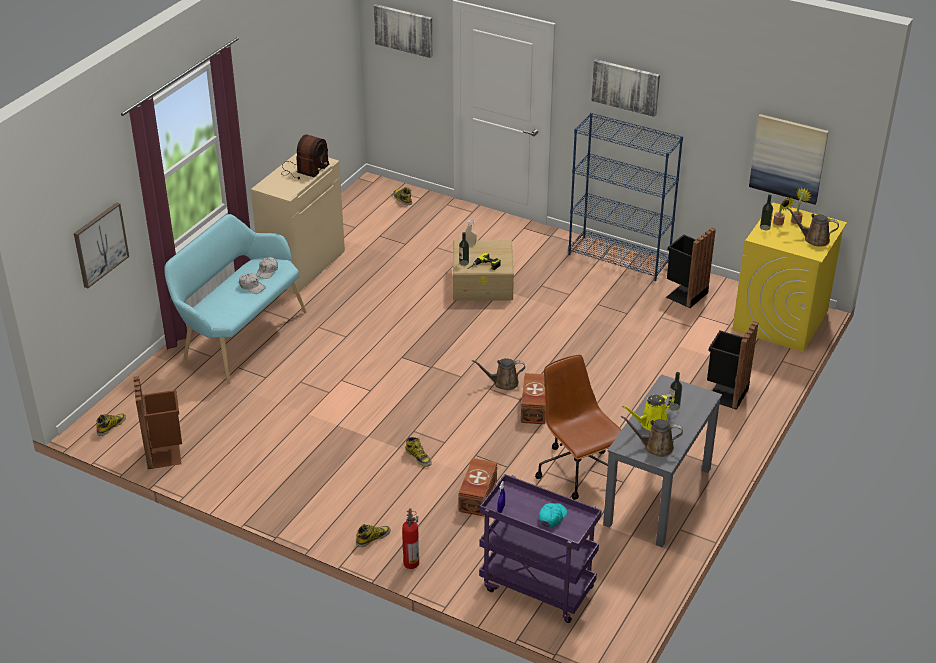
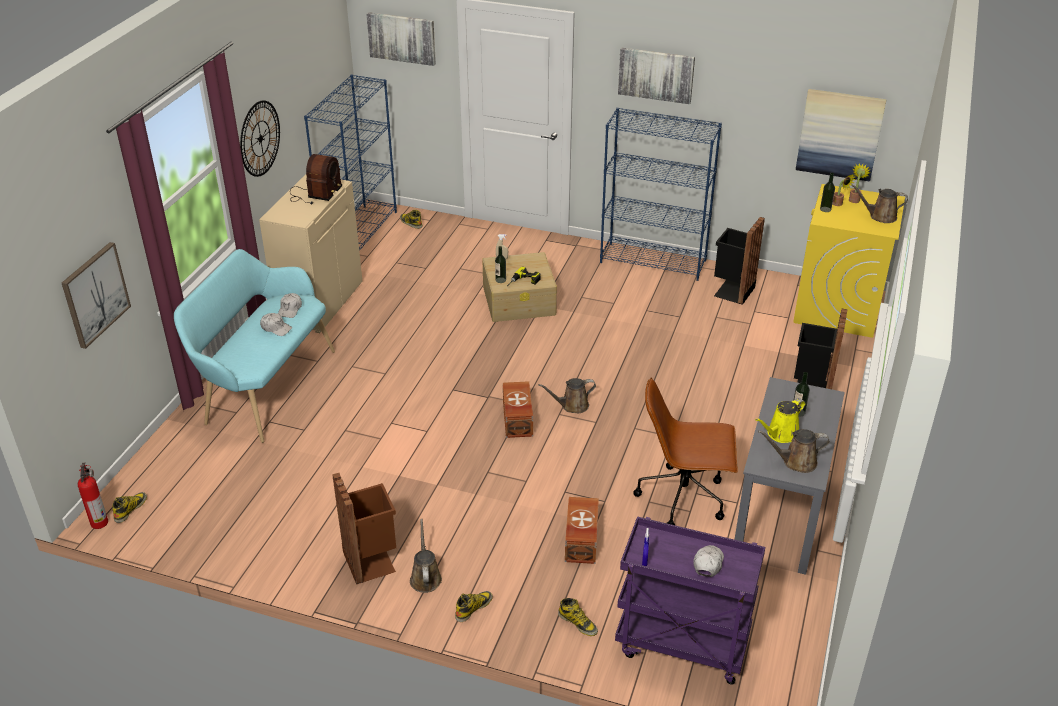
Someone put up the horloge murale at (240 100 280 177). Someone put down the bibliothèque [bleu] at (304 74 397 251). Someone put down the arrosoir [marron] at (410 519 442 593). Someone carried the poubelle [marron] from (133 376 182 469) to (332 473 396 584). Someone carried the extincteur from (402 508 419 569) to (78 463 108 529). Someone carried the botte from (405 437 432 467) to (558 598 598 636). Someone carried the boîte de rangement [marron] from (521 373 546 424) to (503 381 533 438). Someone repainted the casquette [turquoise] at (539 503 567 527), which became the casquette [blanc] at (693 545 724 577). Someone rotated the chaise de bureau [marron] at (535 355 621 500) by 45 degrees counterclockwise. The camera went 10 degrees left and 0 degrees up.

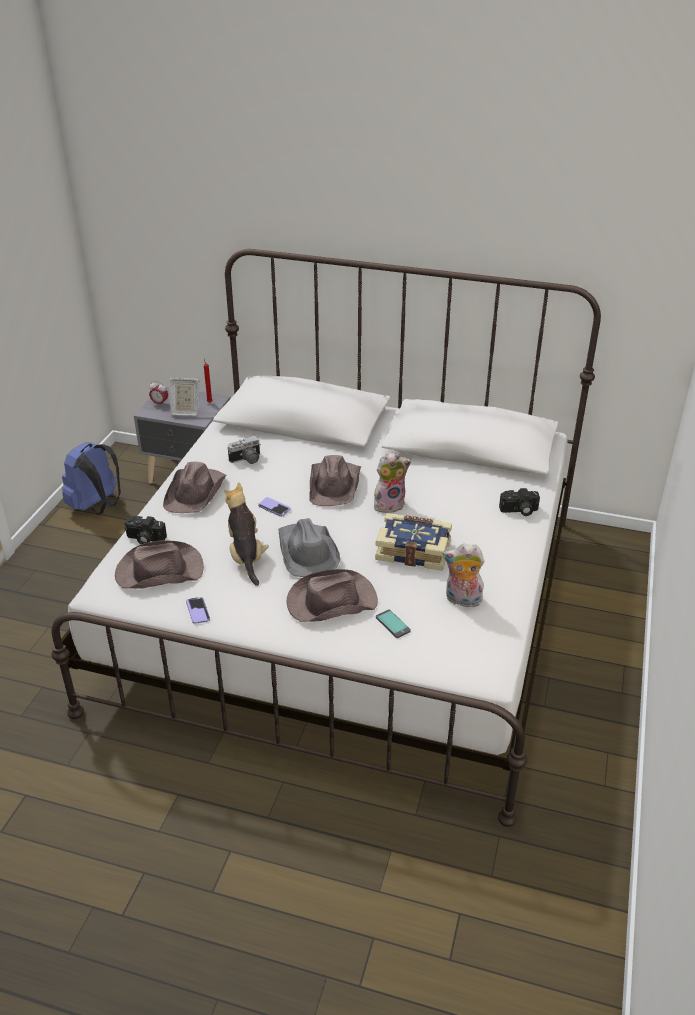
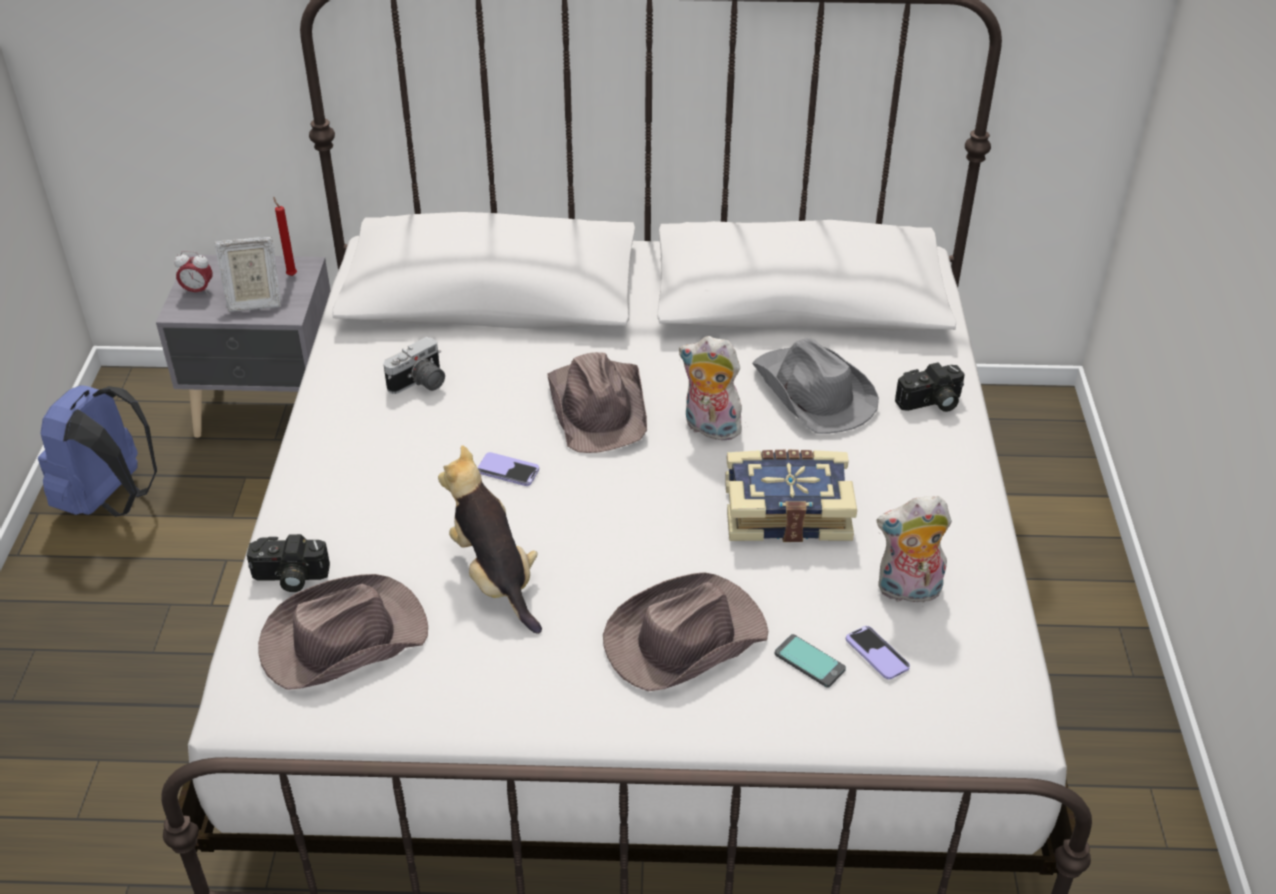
Someone took away the chapeau [marron] at (163 462 227 513). Someone carried the téléphone from (186 597 210 624) to (846 626 910 679). Someone carried the chapeau [gris] from (278 518 340 577) to (752 338 879 434). Someone rotated the peluche at (374 452 411 513) by 120 degrees counterclockwise. The camera went 15 degrees left and 5 degrees up.

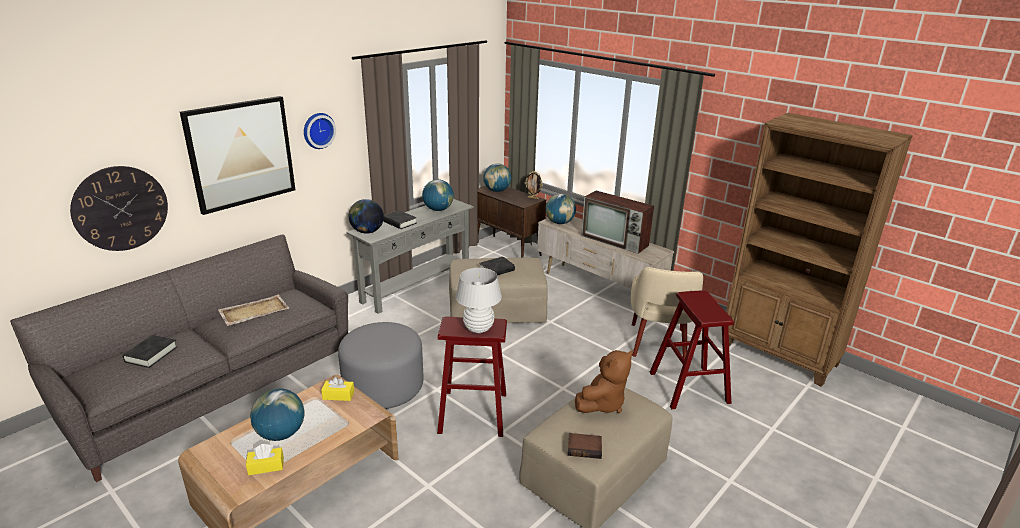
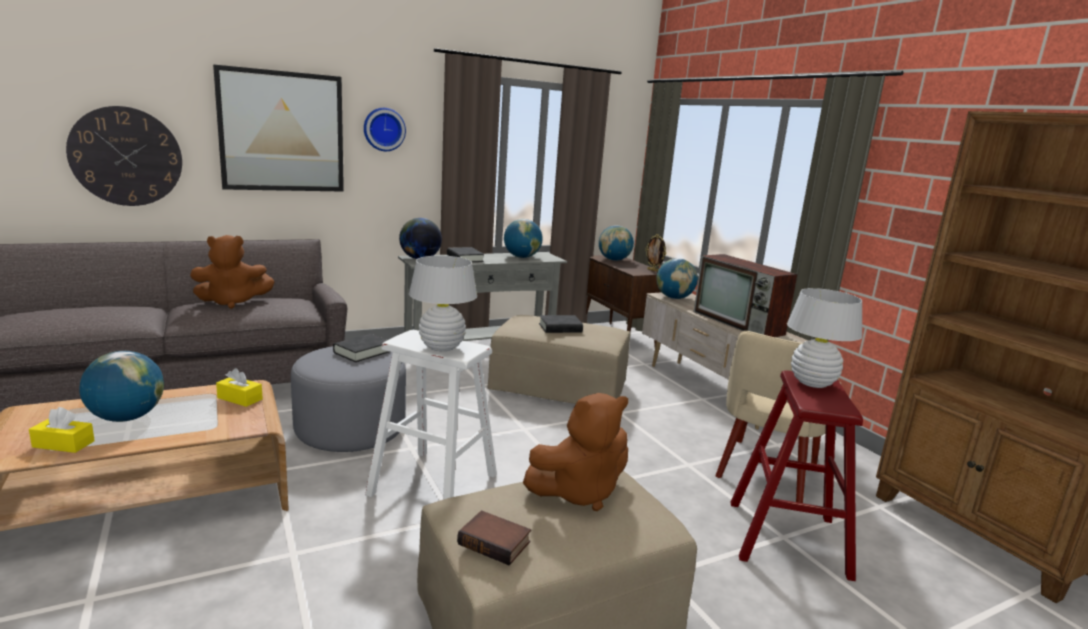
Someone put down the lampe de table [blanc] at (787 288 862 388). Someone carried the livre [noir] from (122 335 177 368) to (333 334 389 362). Someone swapped the plateau [beige] at (218 294 289 326) for the peluche [marron] at (190 235 275 309). Someone repainted the tabouret [rouge] at (437 317 507 437), which became the tabouret [blanc] at (365 330 497 500). The camera went 20 degrees right and 10 degrees down.

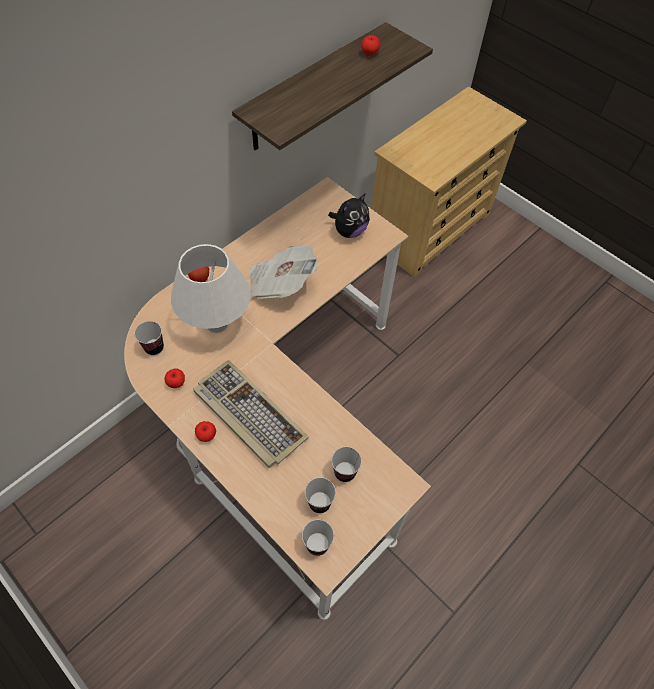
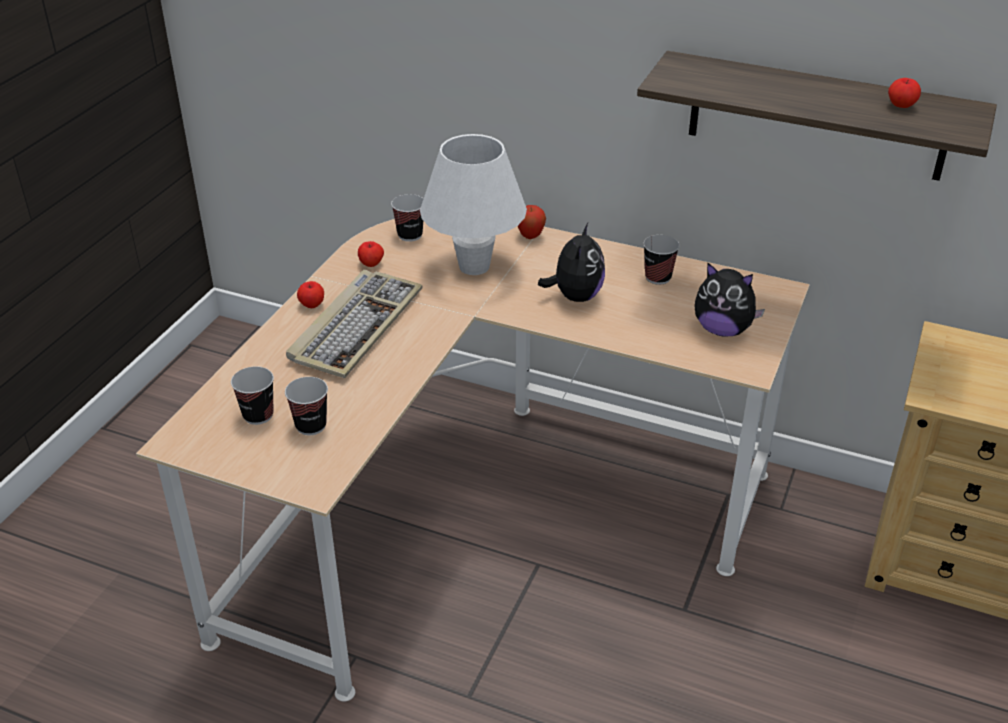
Someone carried the tasse from (302 519 334 556) to (643 235 680 285). Someone swapped the journal at (250 245 318 299) for the peluche at (538 223 605 302). The camera went 70 degrees right and 20 degrees down.

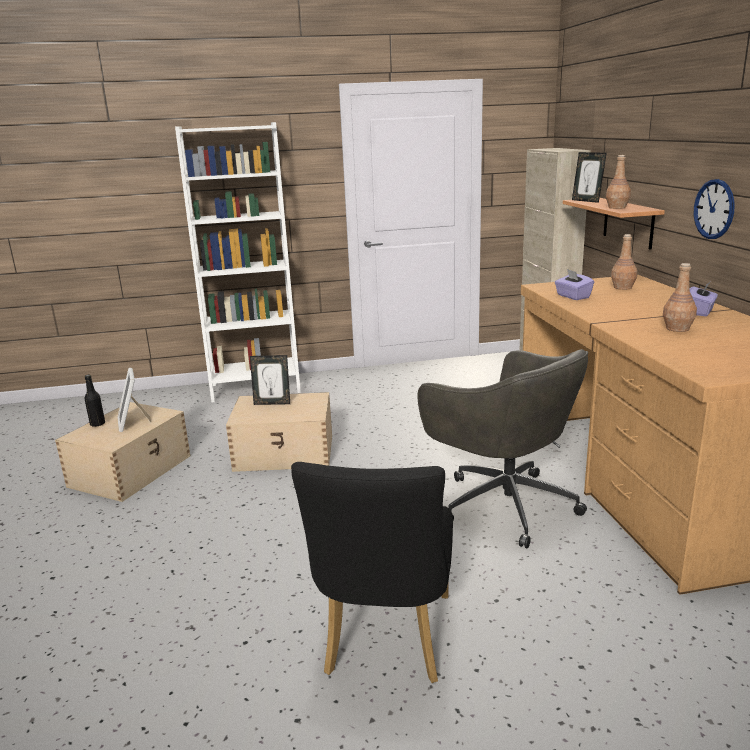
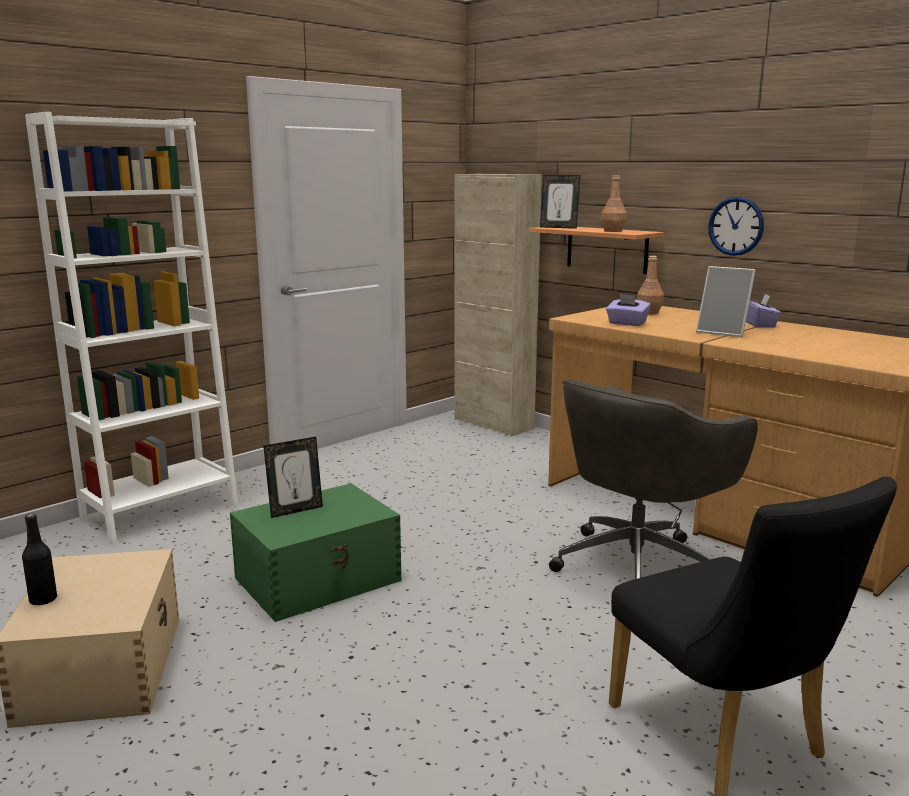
Someone took away the bouteille [marron] at (663 263 697 332). Someone carried the cadre photo from (118 368 151 432) to (696 266 756 337). Someone repainted the boîte de rangement [beige] at (226 392 332 472), which became the boîte de rangement [vert] at (230 483 402 622). Someone rotated the chaise de bureau [gris] at (418 349 588 548) by 120 degrees clockwise. The camera went 35 degrees left and 5 degrees down.

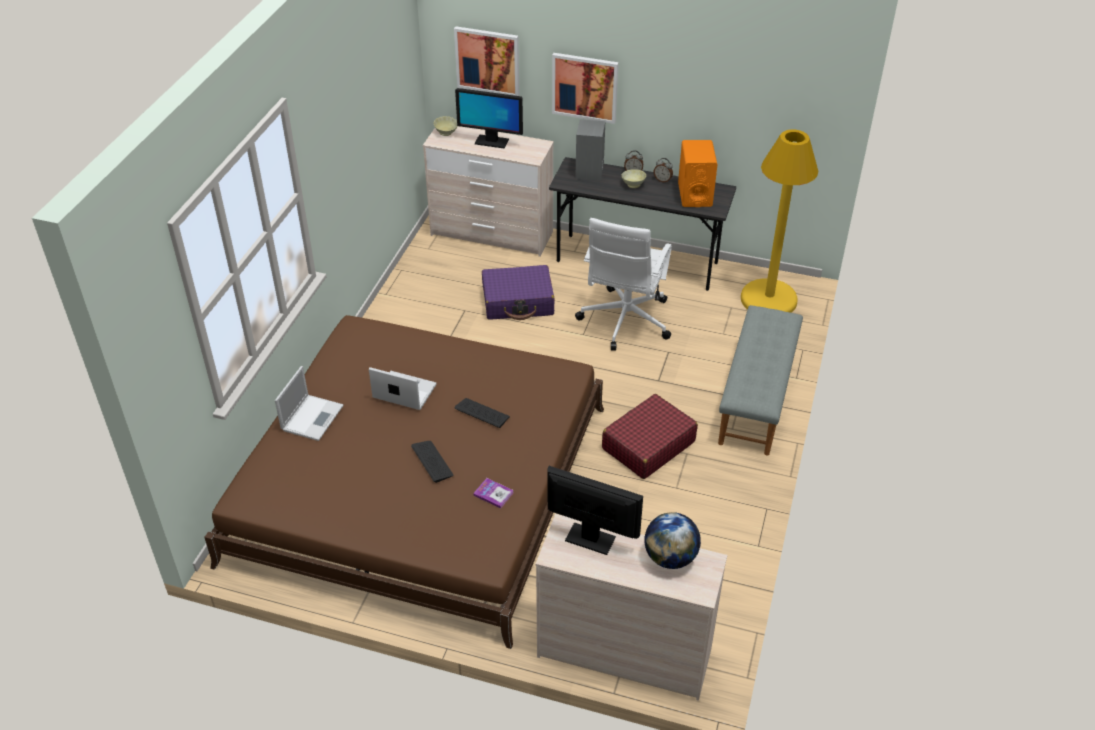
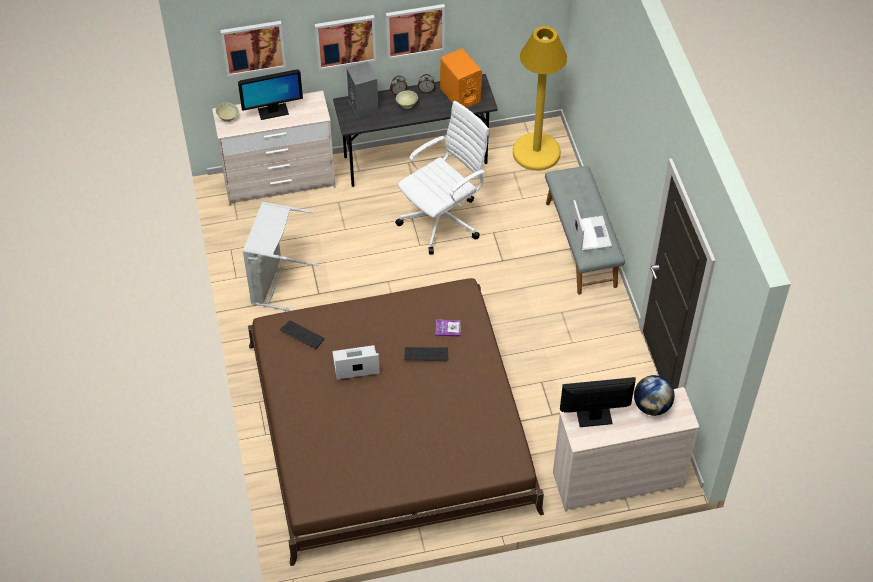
Someone took away the valise [violet] at (482 265 554 320). Someone took away the valise [rouge] at (602 394 698 479). Someone put down the panier à linge [gris] at (243 202 319 311). Someone put up the tableau at (386 4 445 59). Someone carried the ordinateur portable from (275 366 344 441) to (571 200 612 251). Someone carried the clavier from (411 441 454 483) to (280 321 325 349). Someone carried the livre from (473 478 514 508) to (436 320 461 337). Someone rotated the chaise de bureau [blanc] at (575 218 672 351) by 120 degrees counterclockwise. The camera went 30 degrees left and 10 degrees up.

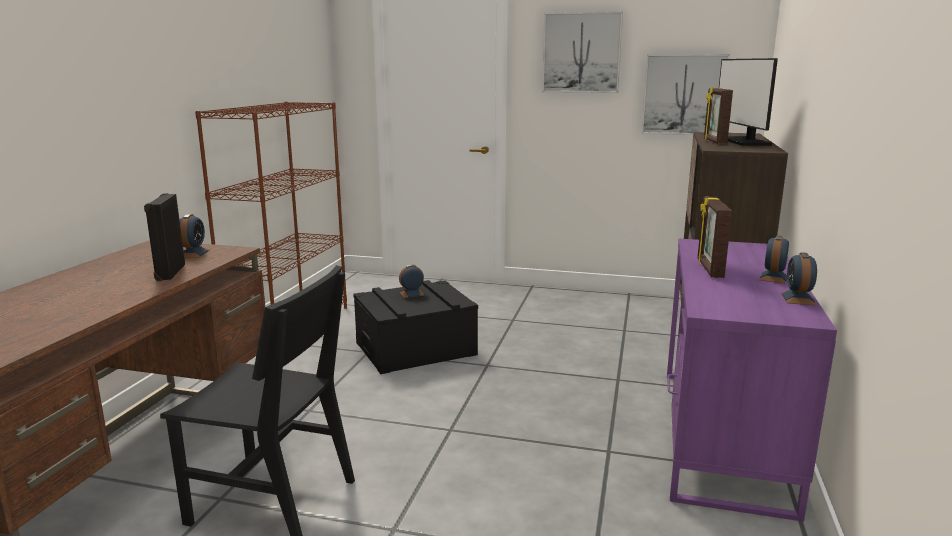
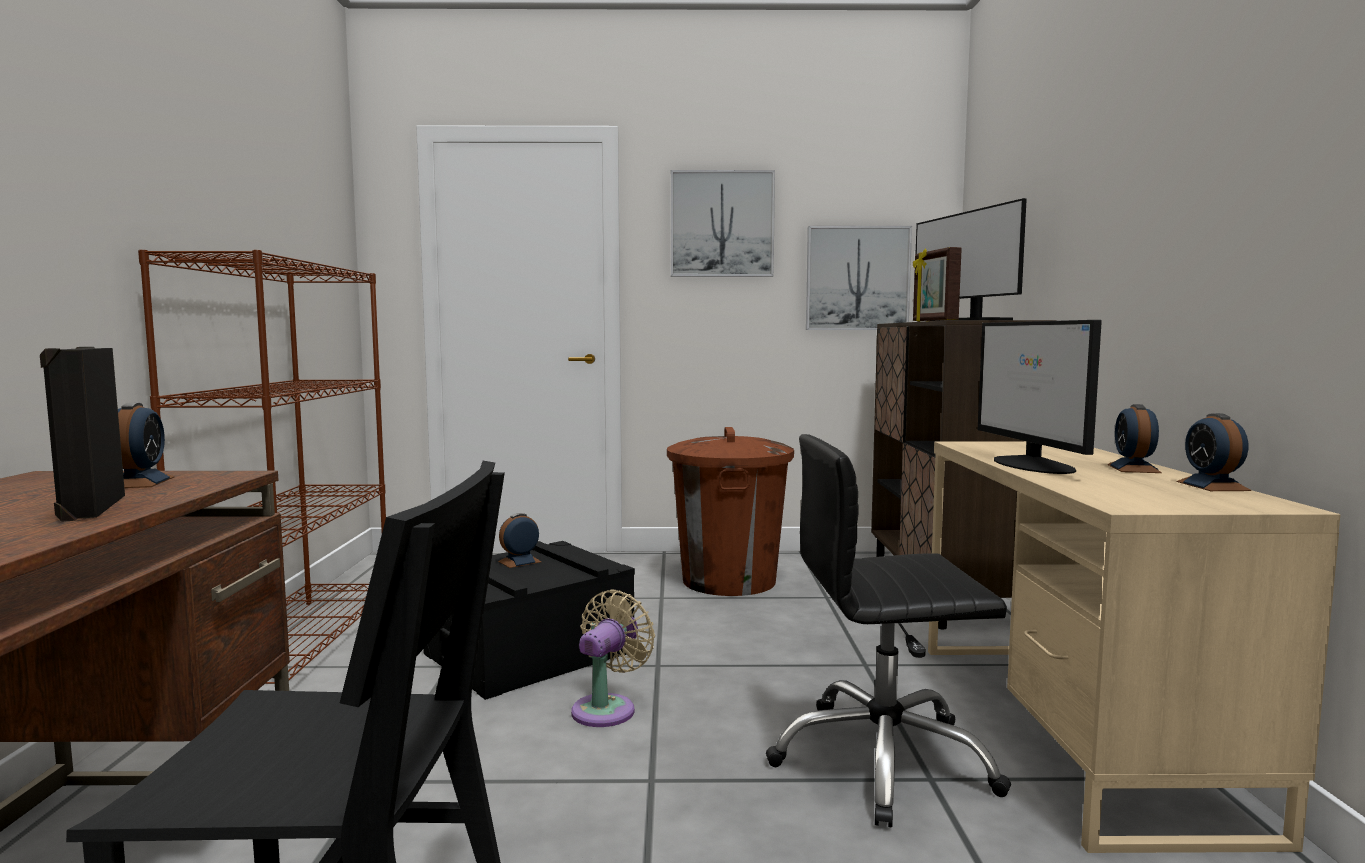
Someone put down the ventilateur [beige] at (571 590 655 727). Someone put down the poubelle [marron] at (667 427 794 596). Someone put down the chaise de bureau [noir] at (766 434 1011 828). Someone swapped the cadre photo at (697 197 732 278) for the écran d'ordinateur at (978 320 1102 474). Someone repainted the bureau [violet] at (667 239 837 522), which became the bureau [beige] at (928 441 1340 853). The camera went 15 degrees left and 10 degrees down.

